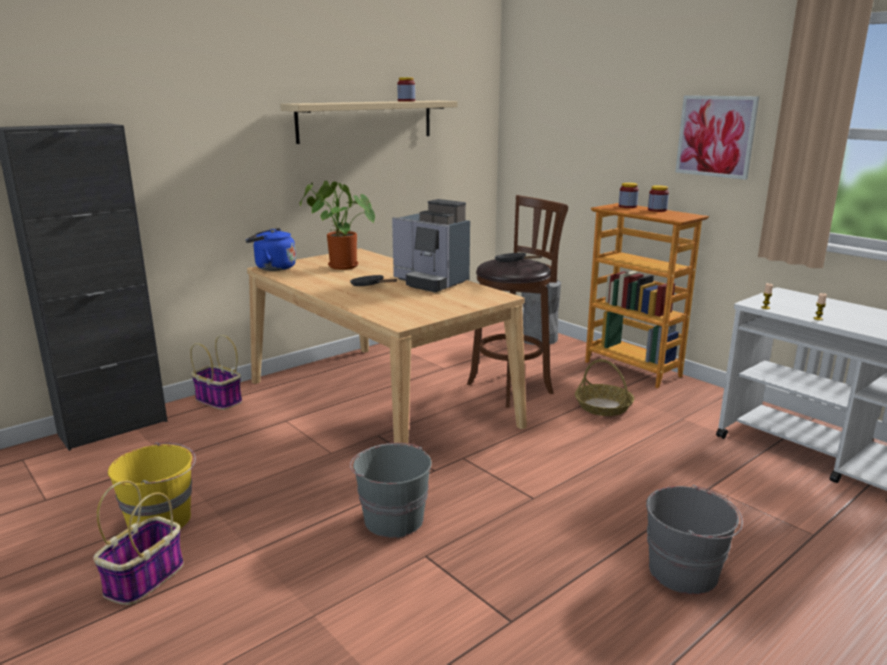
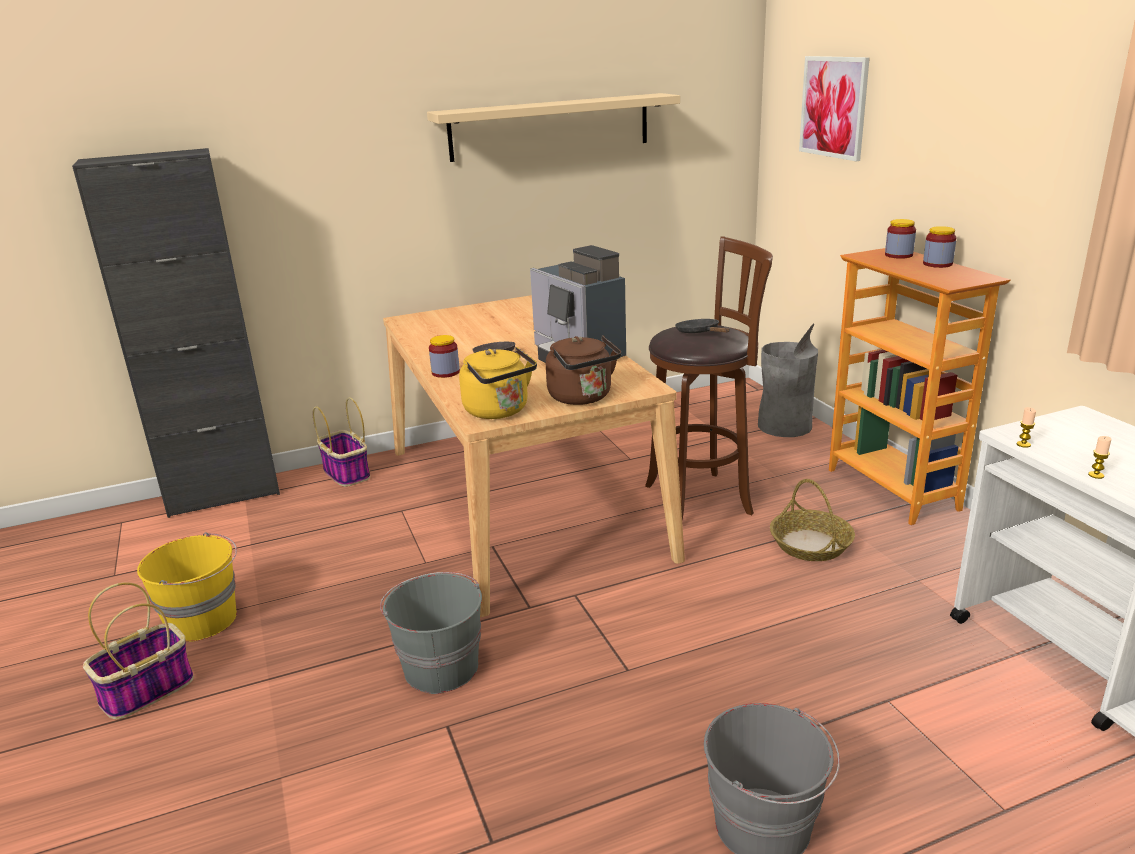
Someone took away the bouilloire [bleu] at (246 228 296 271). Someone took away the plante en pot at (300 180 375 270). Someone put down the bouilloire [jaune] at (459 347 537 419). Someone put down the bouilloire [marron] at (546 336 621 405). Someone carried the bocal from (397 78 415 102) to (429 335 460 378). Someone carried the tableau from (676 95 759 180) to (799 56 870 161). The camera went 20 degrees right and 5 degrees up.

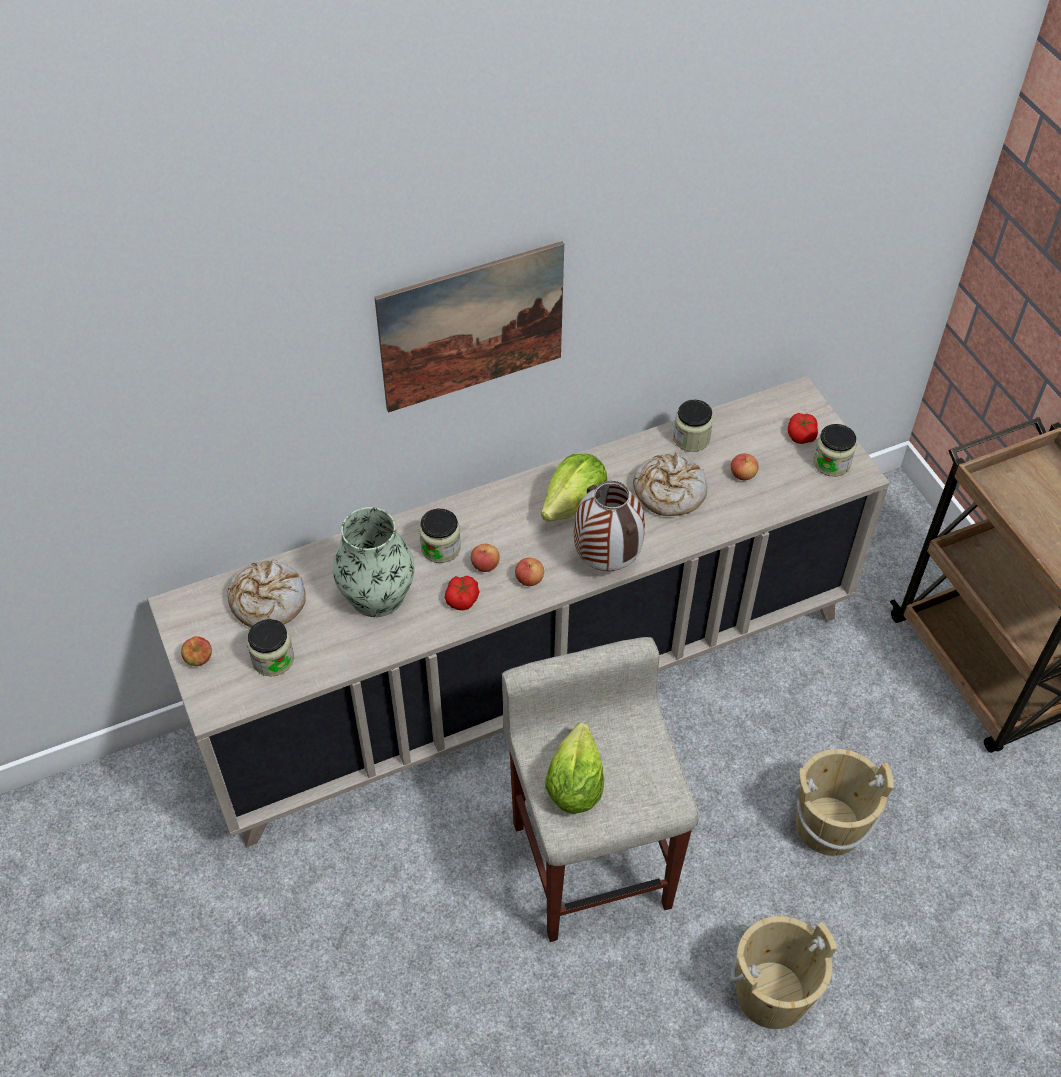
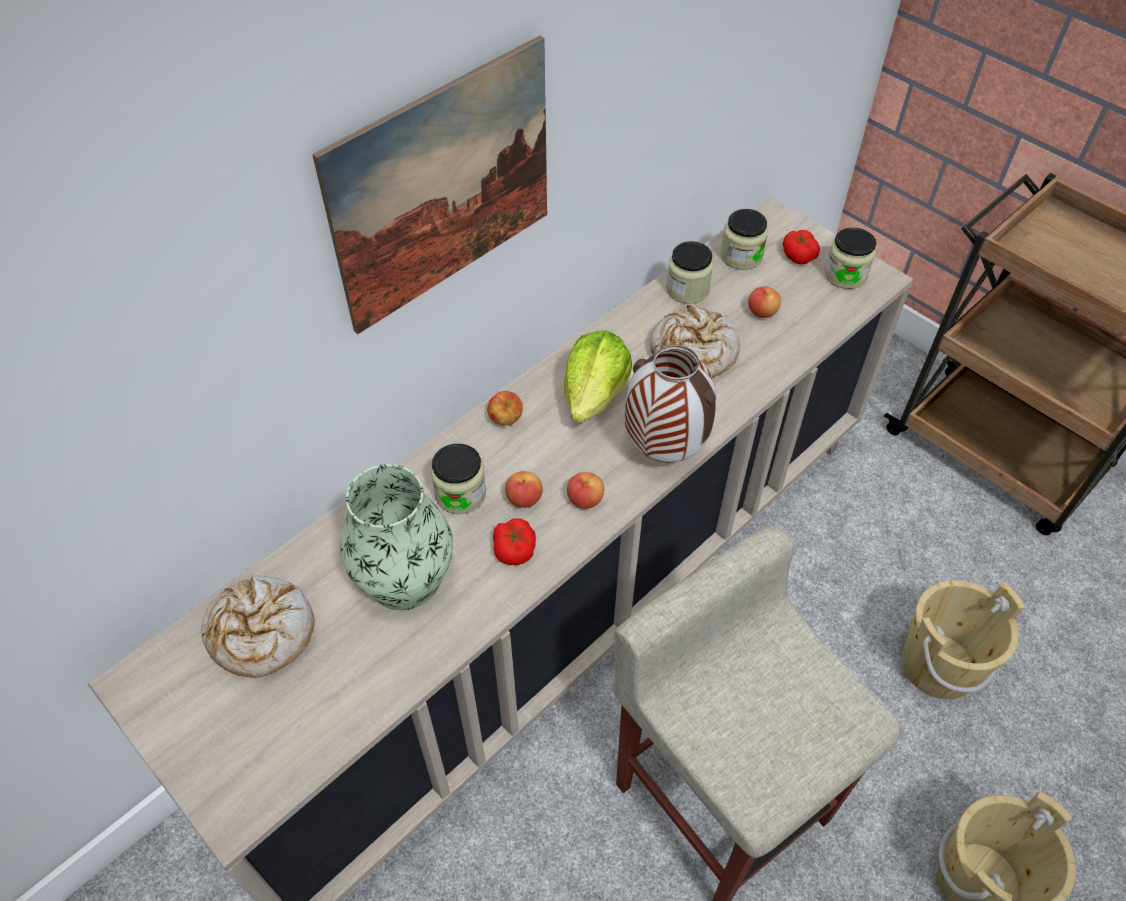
Someone took away the laitue at (545 723 604 813). Someone carried the pomme from (181 636 212 666) to (487 391 523 426). Someone carried the bocal from (247 619 294 677) to (721 209 768 270). The camera went 20 degrees left and 0 degrees up.

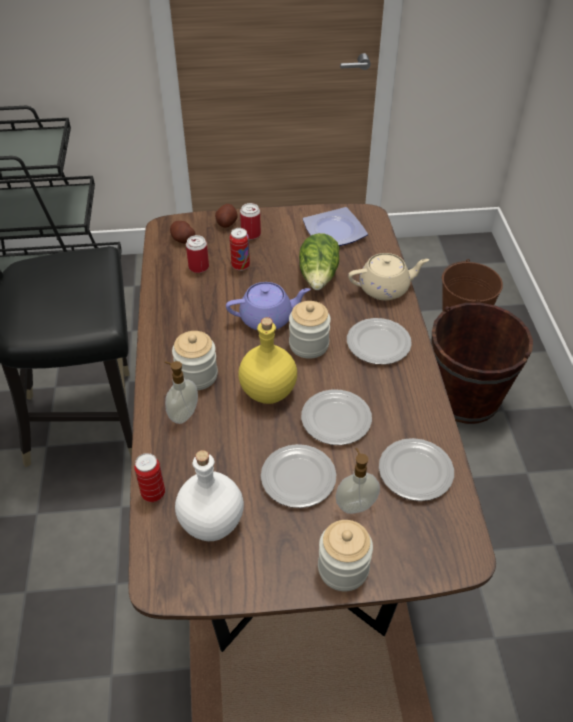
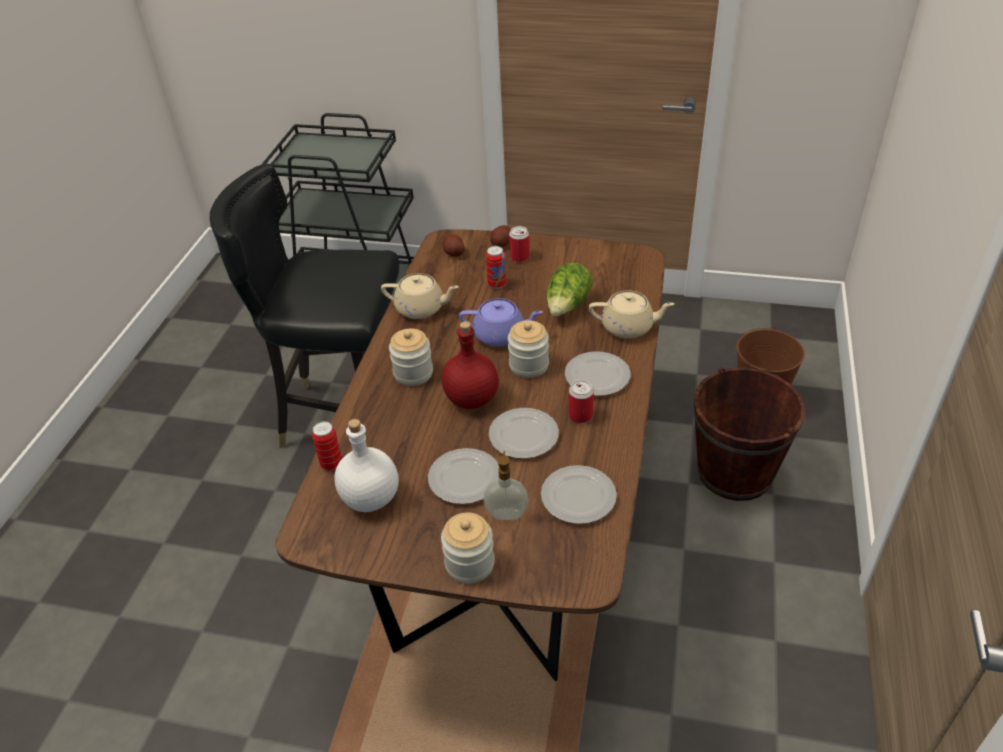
Someone took away the distributeur de savon at (164 361 198 424). Someone took away the assiette at (303 207 368 246). Someone put down the théière [beige] at (381 273 459 319). Someone carried the boîte métallique from (186 235 209 273) to (569 380 594 423). Someone repainted the bouteille [jaune] at (238 317 297 404), which became the bouteille [rouge] at (442 321 499 409). The camera went 20 degrees right and 5 degrees down.

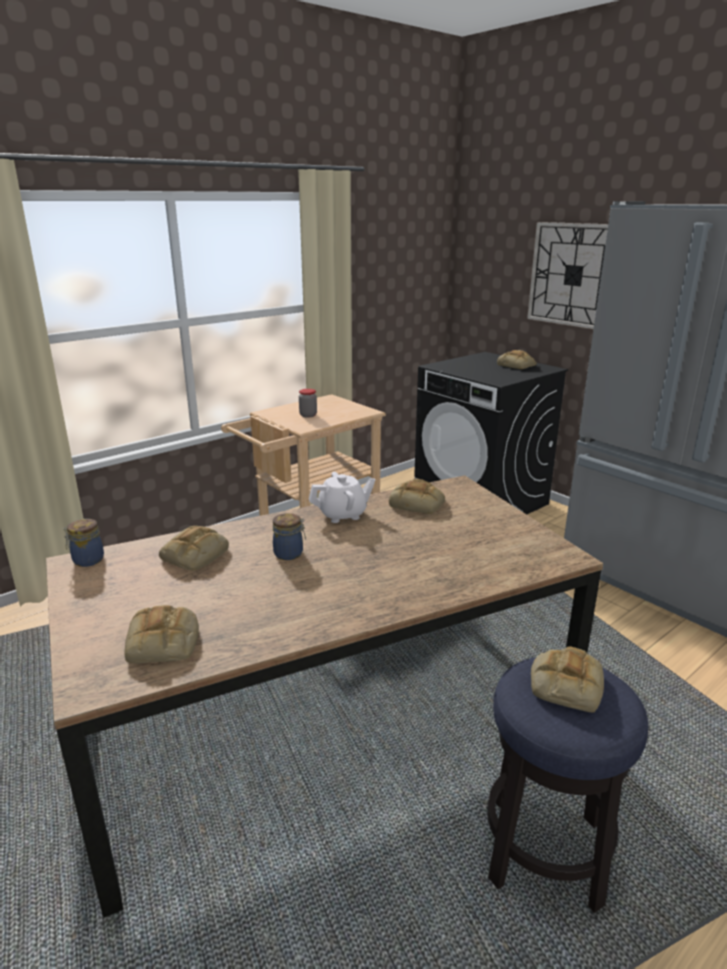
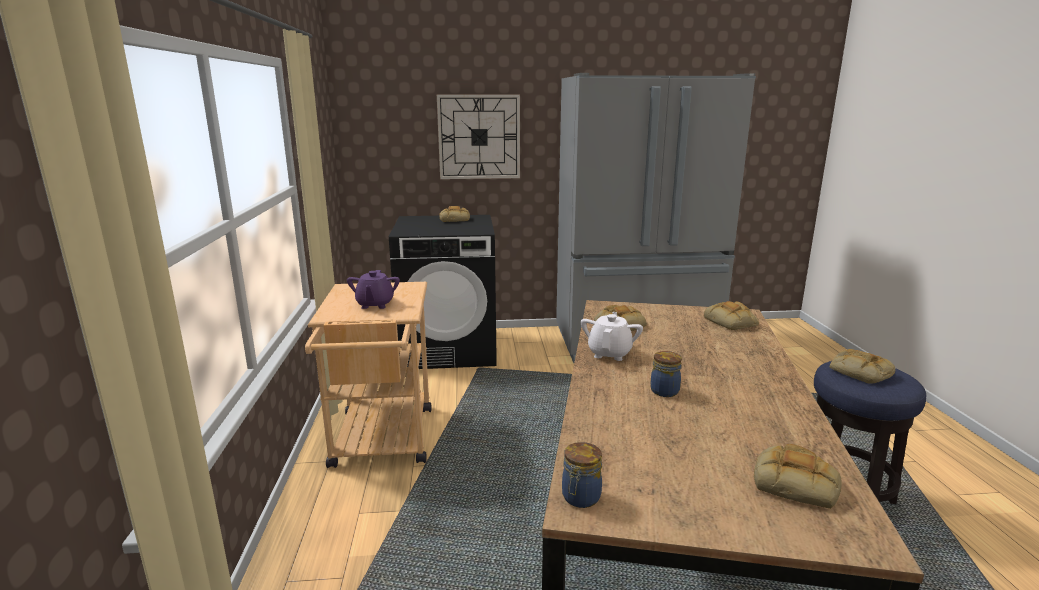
Someone carried the pain from (159 526 229 571) to (704 301 759 330). Someone swapped the bocal at (299 389 317 418) for the théière [violet] at (347 270 400 309). The camera went 55 degrees left and 5 degrees down.

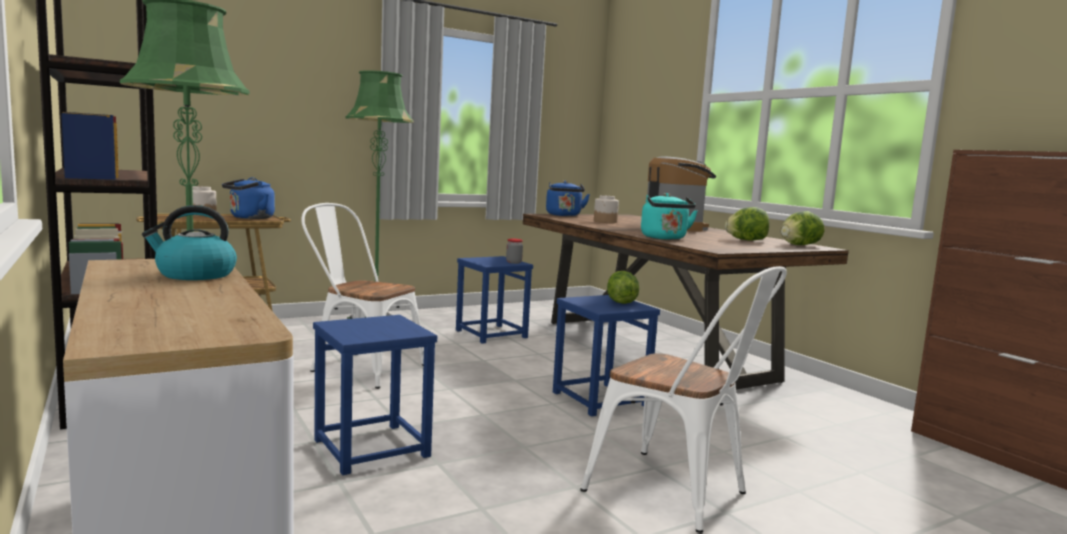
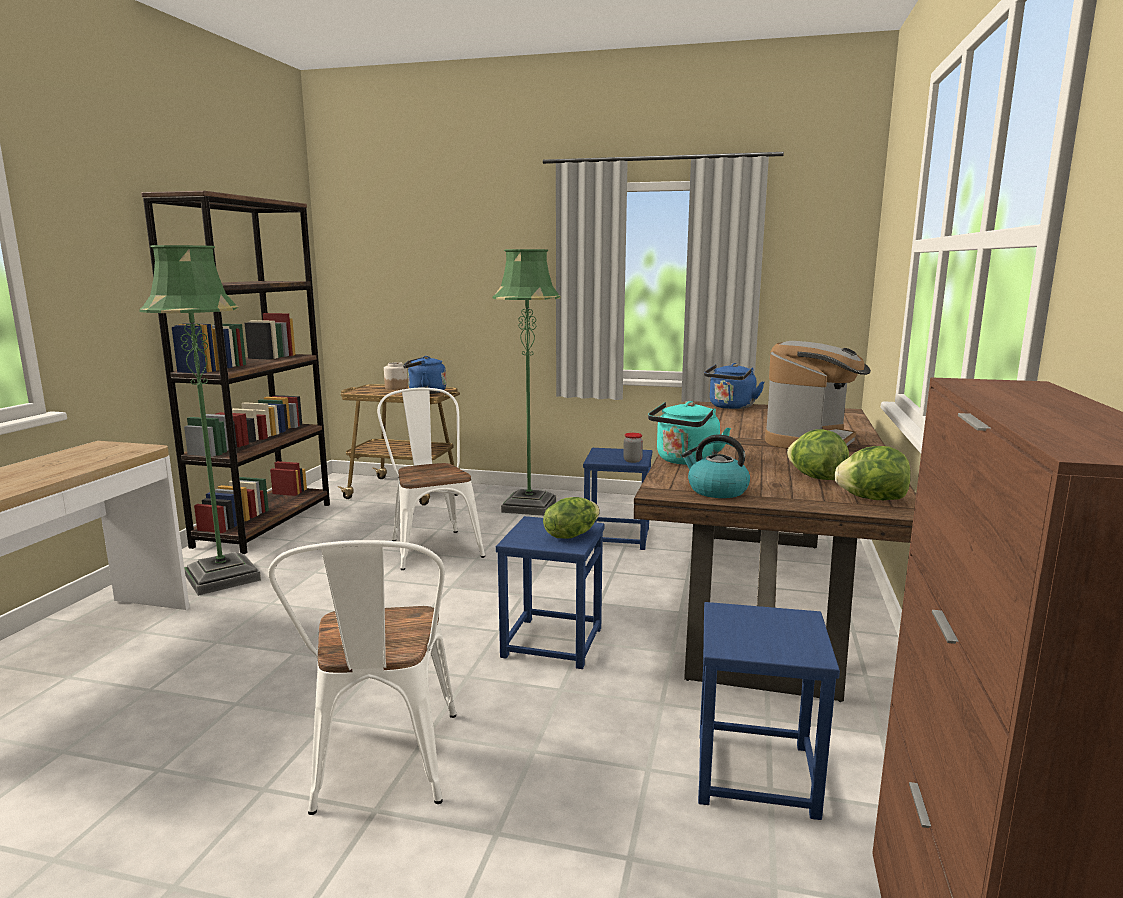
Someone took away the bocal at (594 195 619 223). Someone carried the bouilloire from (142 205 237 280) to (681 435 750 498). Someone carried the tabouret [bleu] from (313 315 437 475) to (698 602 840 820). The camera went 45 degrees right and 5 degrees up.

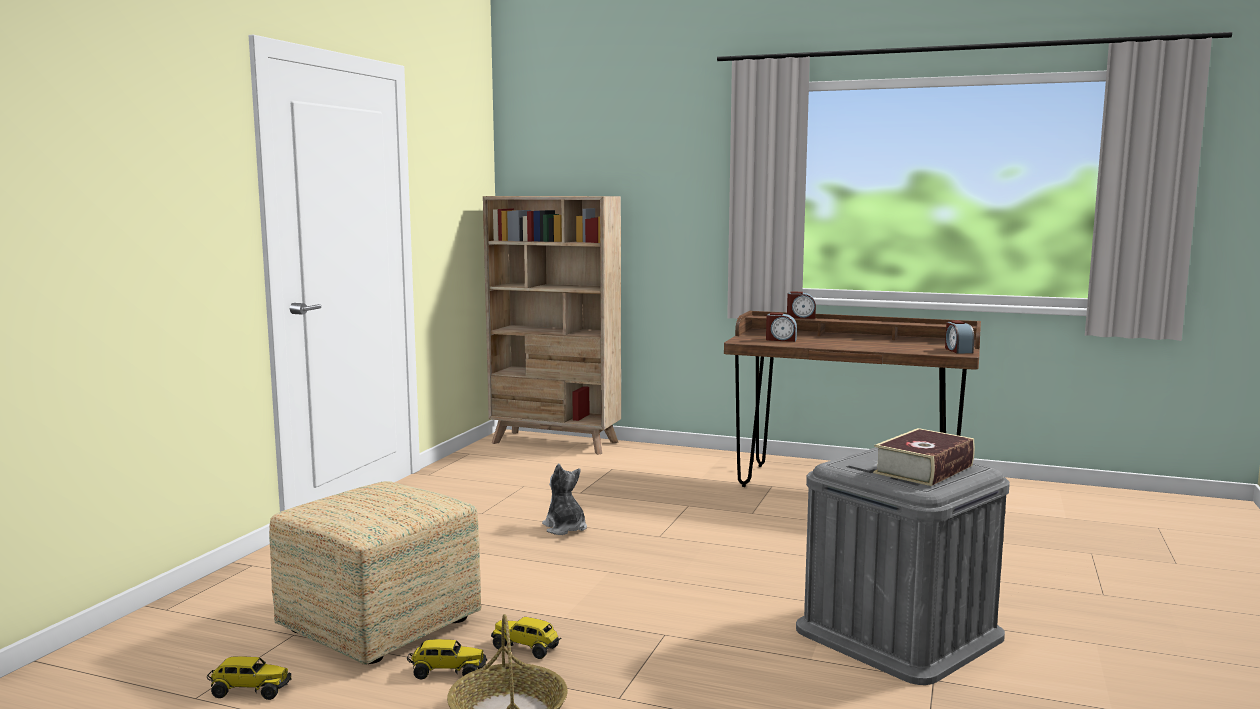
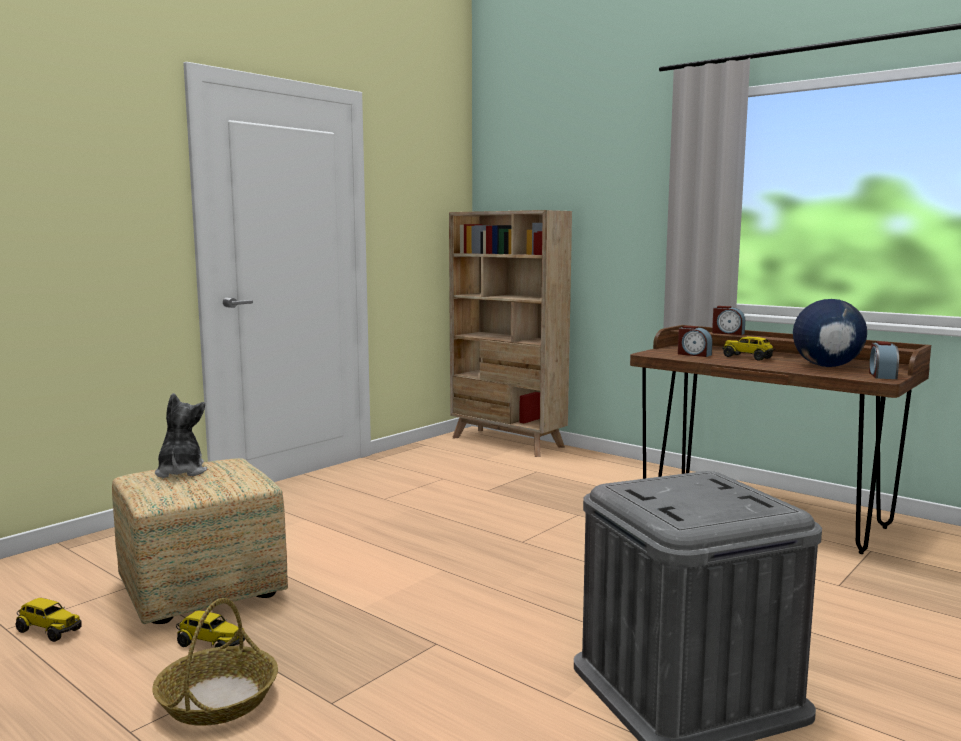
Someone took away the livre at (873 428 975 486). Someone put down the globe at (793 299 867 367). Someone carried the camion jouet from (491 617 561 659) to (722 336 776 361). Someone carried the peluche from (542 464 587 535) to (155 393 207 478). The camera went 20 degrees right and 0 degrees up.

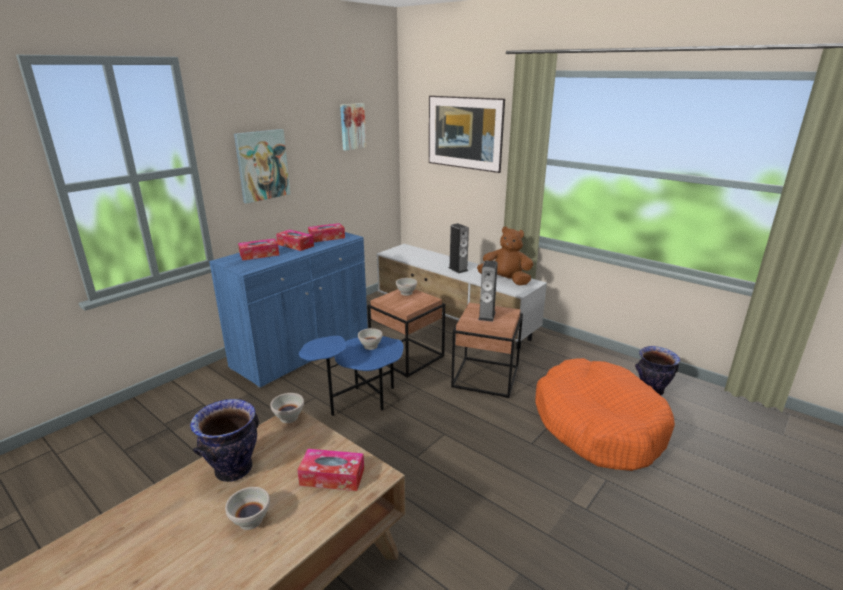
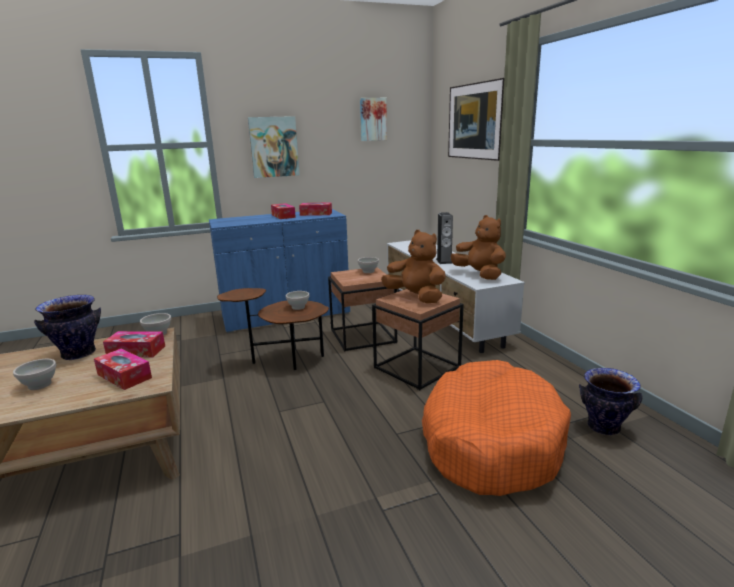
Someone carried the boîte à mouchoirs from (238 238 279 261) to (103 331 165 357). Someone swapped the enceinte at (478 260 498 322) for the peluche [marron] at (381 230 446 303). Someone repainted the table d'appoint [bleu] at (299 336 404 416), which became the table d'appoint [marron] at (217 288 329 370). The camera went 30 degrees right and 5 degrees down.

